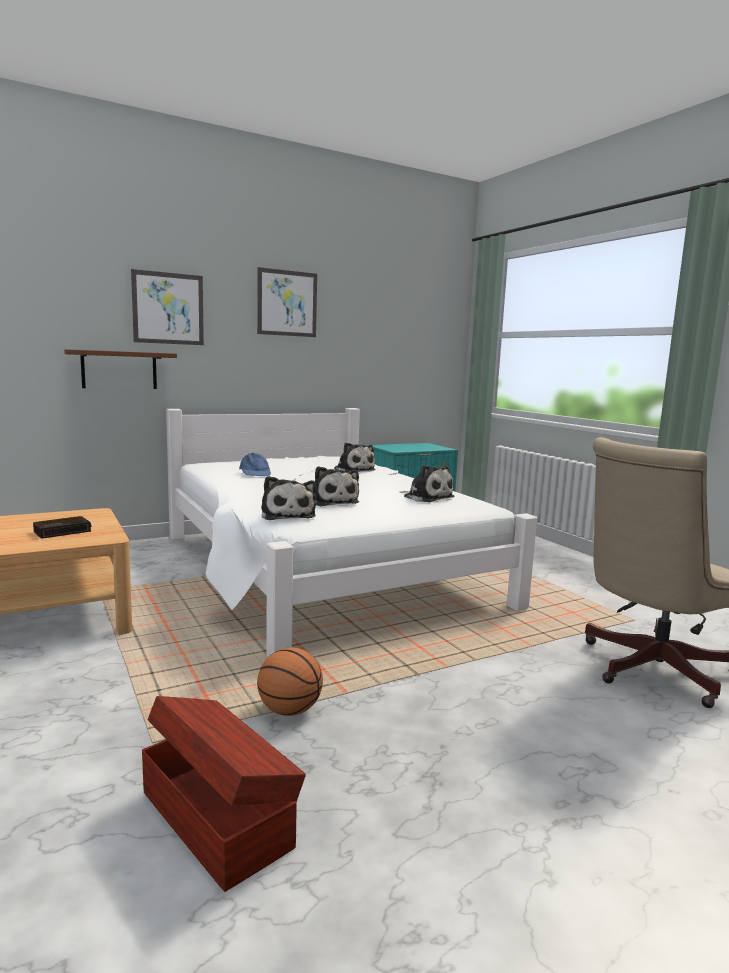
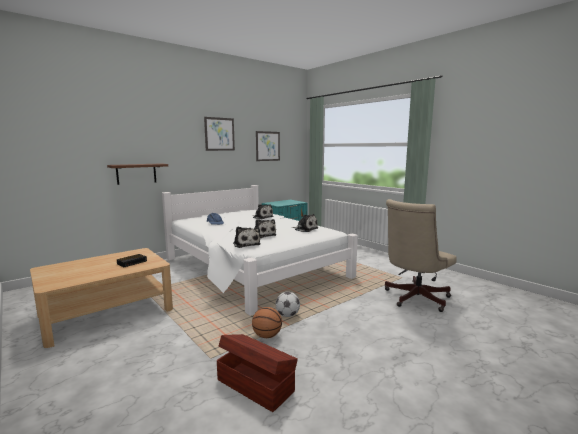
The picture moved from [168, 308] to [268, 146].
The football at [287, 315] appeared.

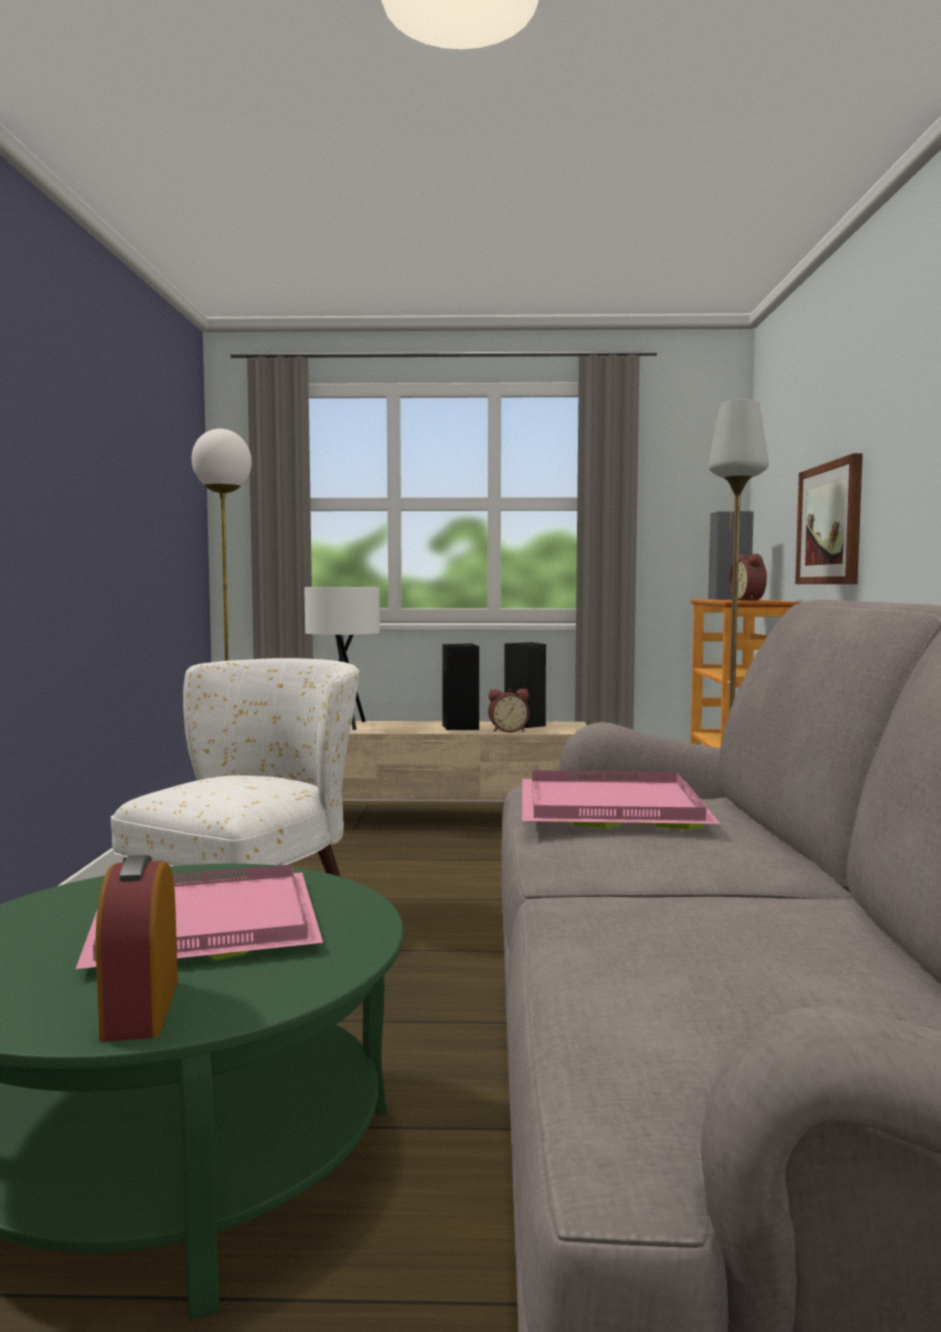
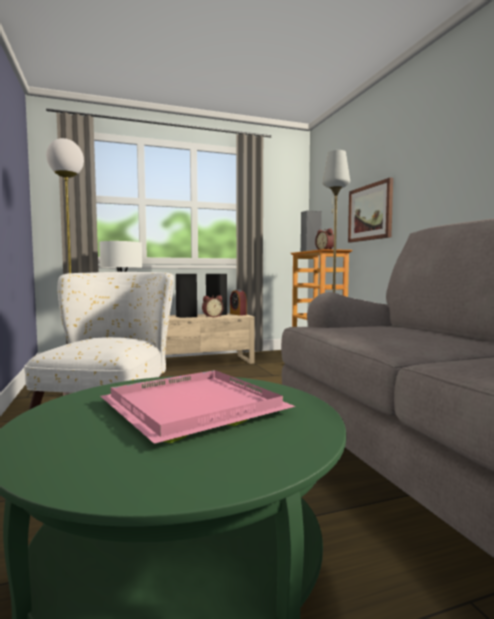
The tray (pink) at [614, 808] disappeared.
The alarm clock moved from [141, 1009] to [238, 314].

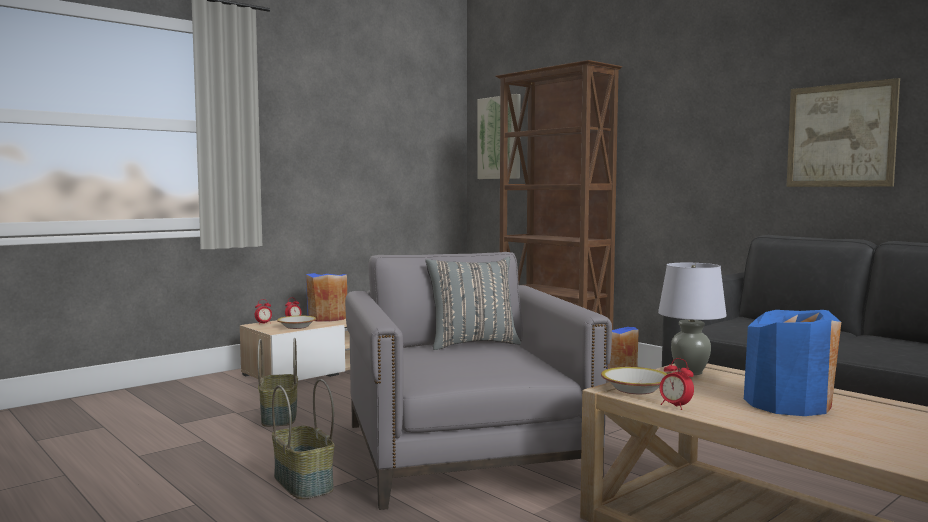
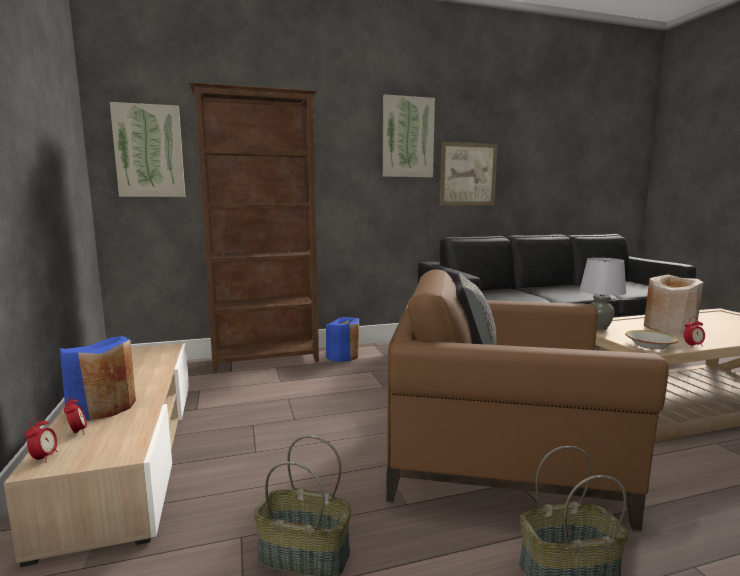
The armchair (grey) at [464, 453] became the armchair (brown) at [499, 455].
The vase (blue) at [788, 403] became the vase (beige) at [669, 328].
The bowl at [296, 326] disappeared.
The picture at [407, 137] appeared.

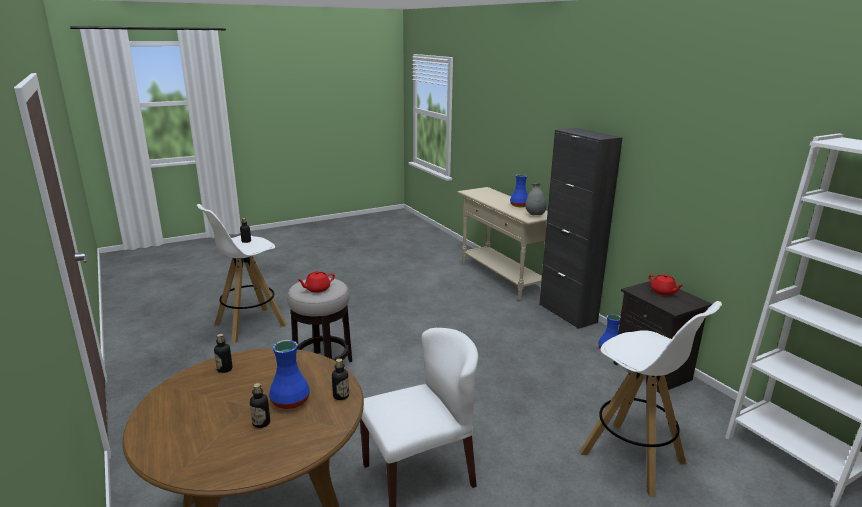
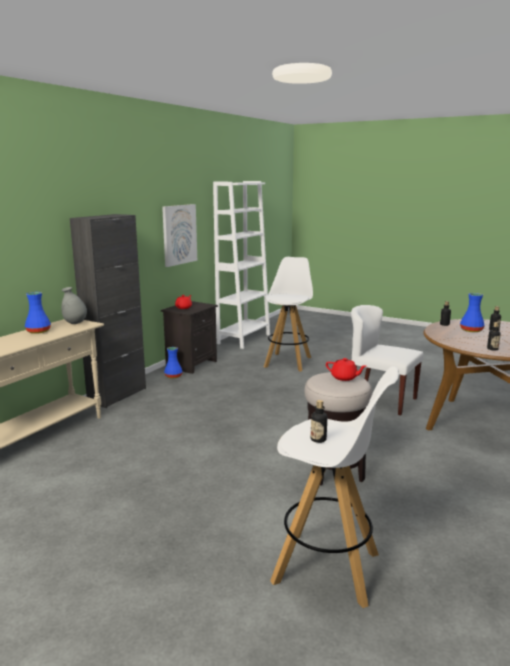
The picture at [179, 234] appeared.

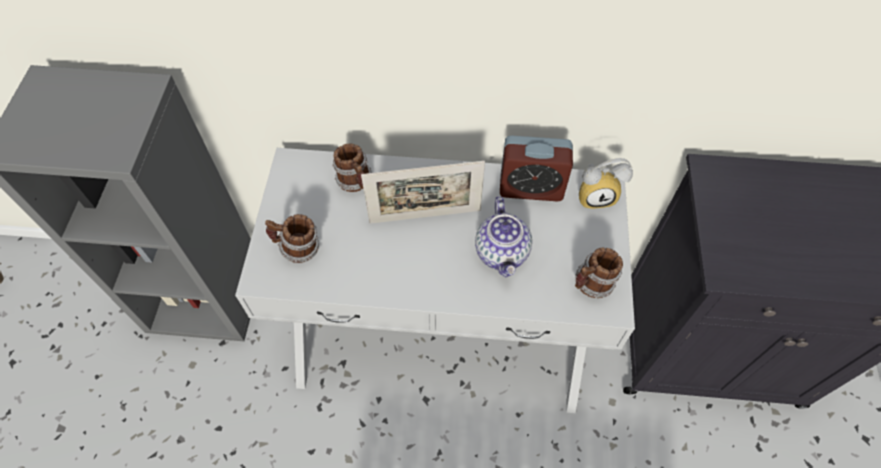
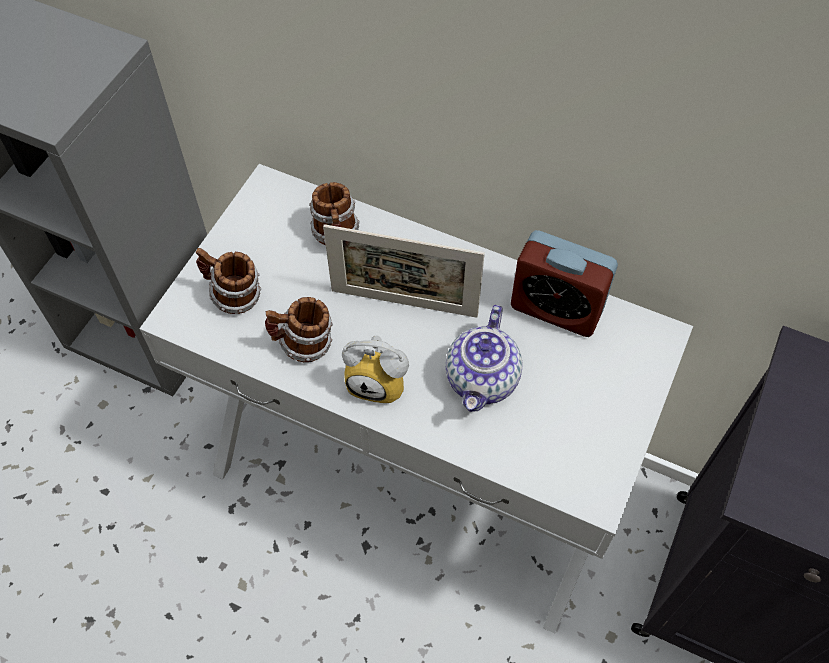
The alarm clock moved from [596, 195] to [379, 382].
The mug moved from [591, 285] to [303, 345].

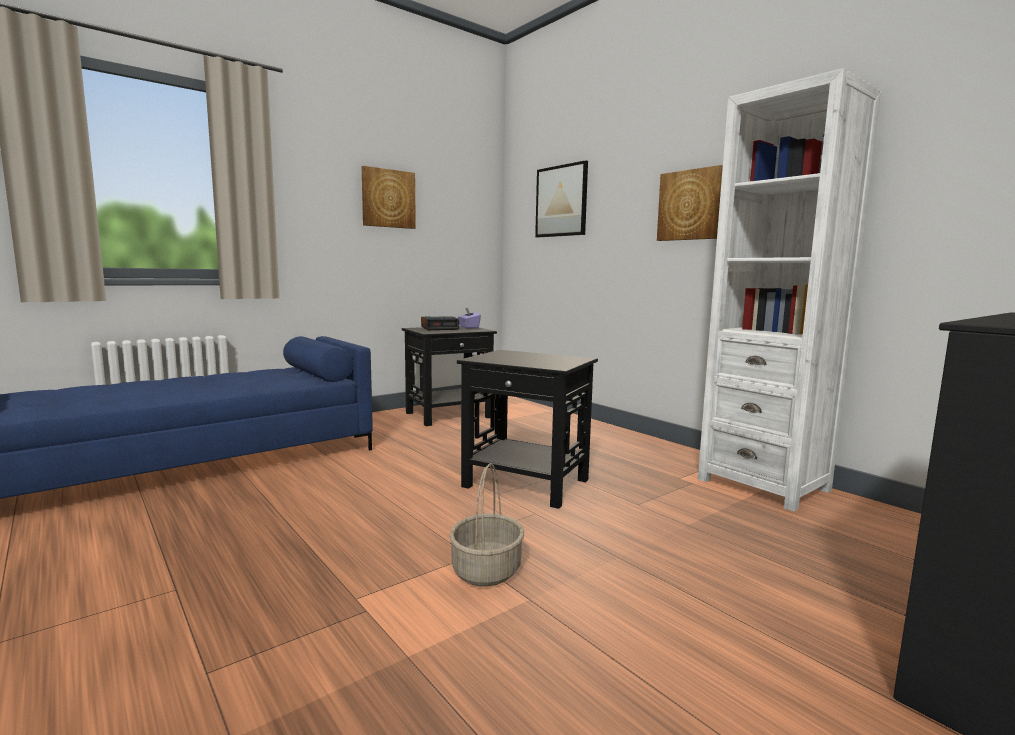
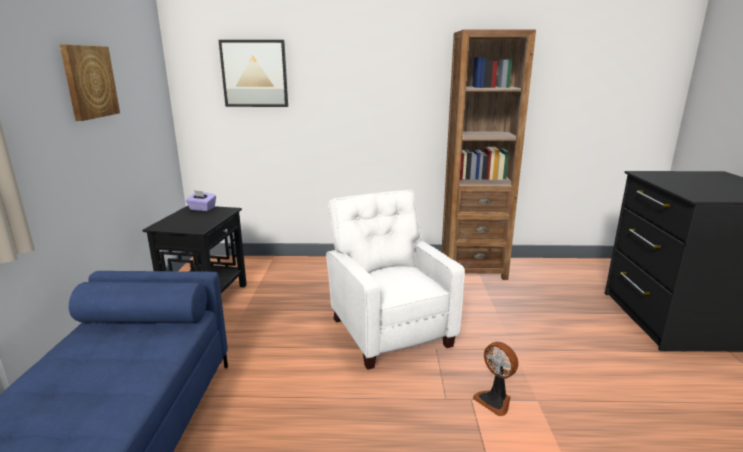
The bookcase (white) at [763, 484] became the bookcase (brown) at [472, 268].
The picture at [690, 205] disappeared.
The alarm clock at [440, 328] disappeared.
The side table (black) at [527, 483] was replaced by the armchair (white) at [389, 330].
The basket at [487, 571] was replaced by the fan at [495, 400].

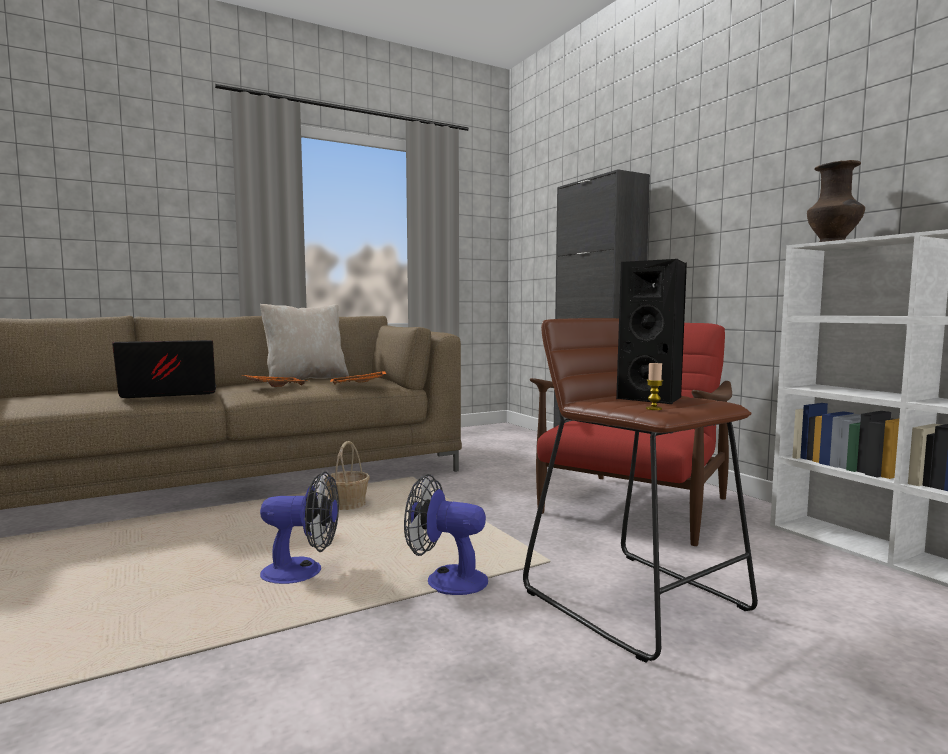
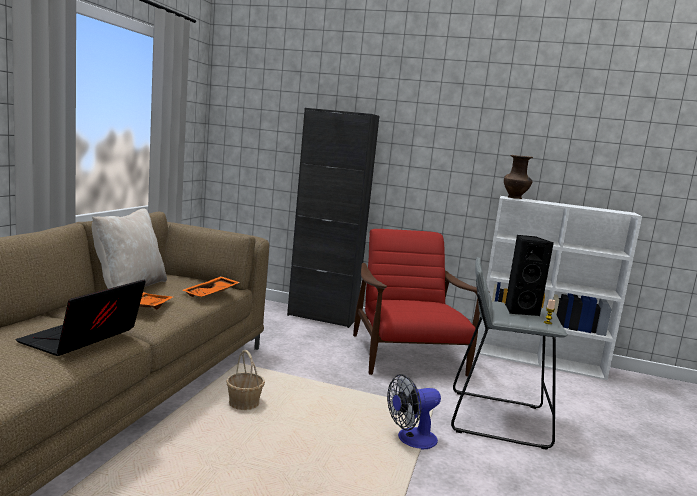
The stool (brown) at [636, 600] became the stool (grey) at [497, 418].
The fan at [302, 572] disappeared.

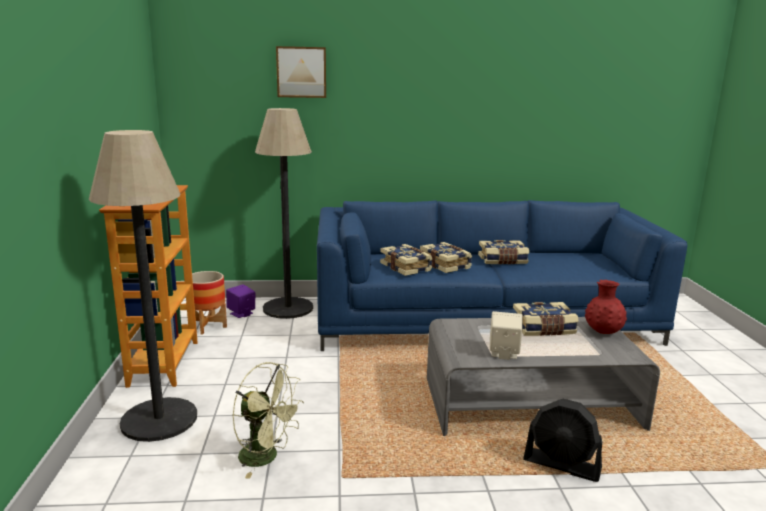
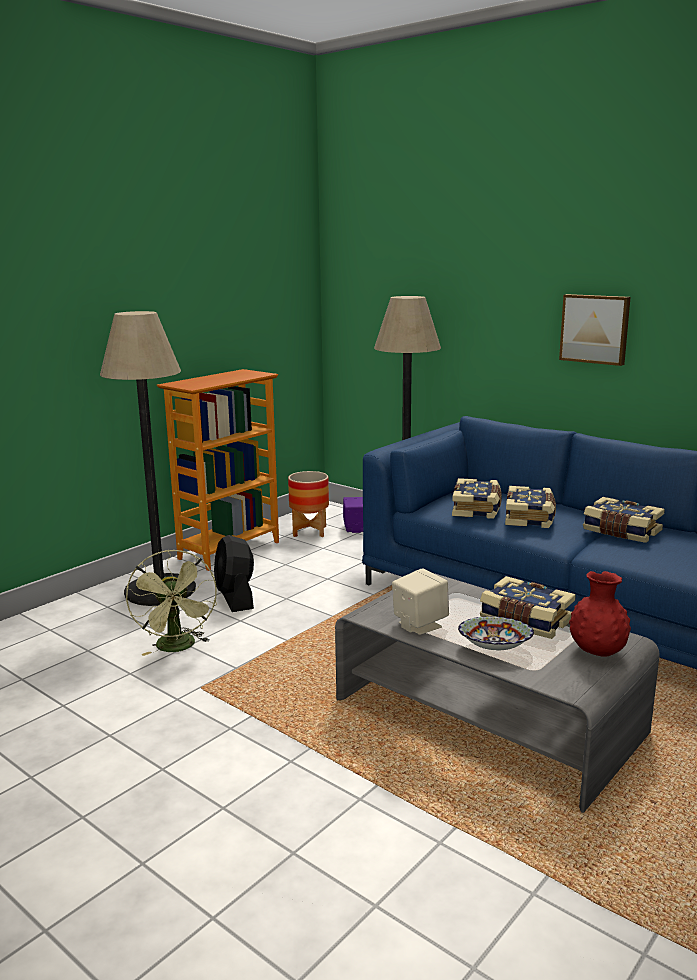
The picture moved from [301, 72] to [595, 329].
The fan (black) moved from [562, 465] to [235, 598].
The bowl at [495, 648] appeared.

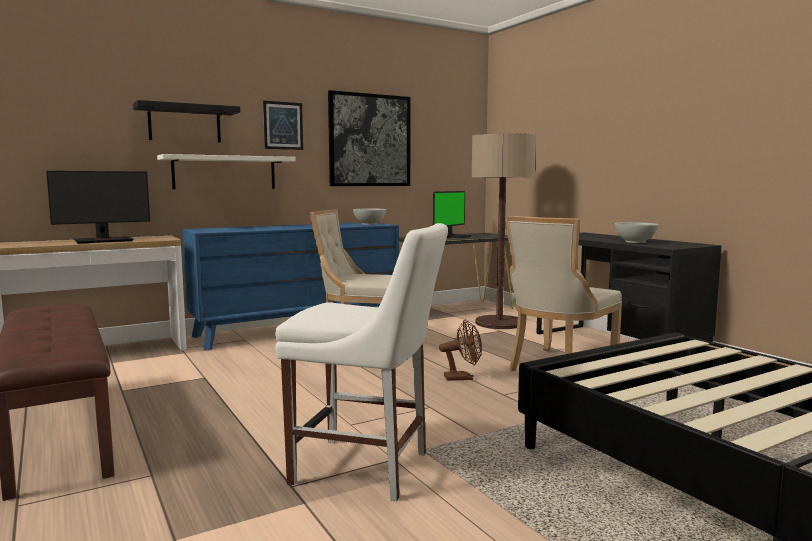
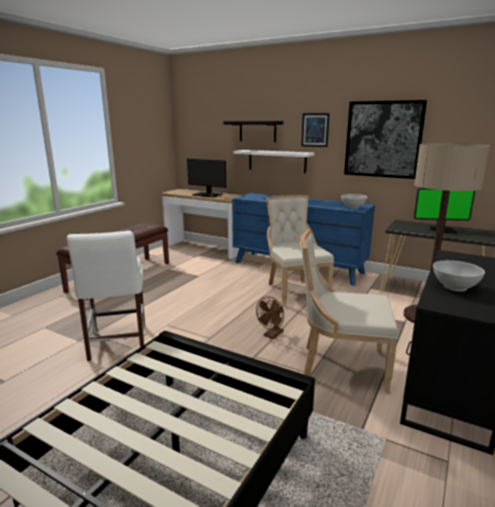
The fan (brown) at [463, 378] turned 75 degrees clockwise.

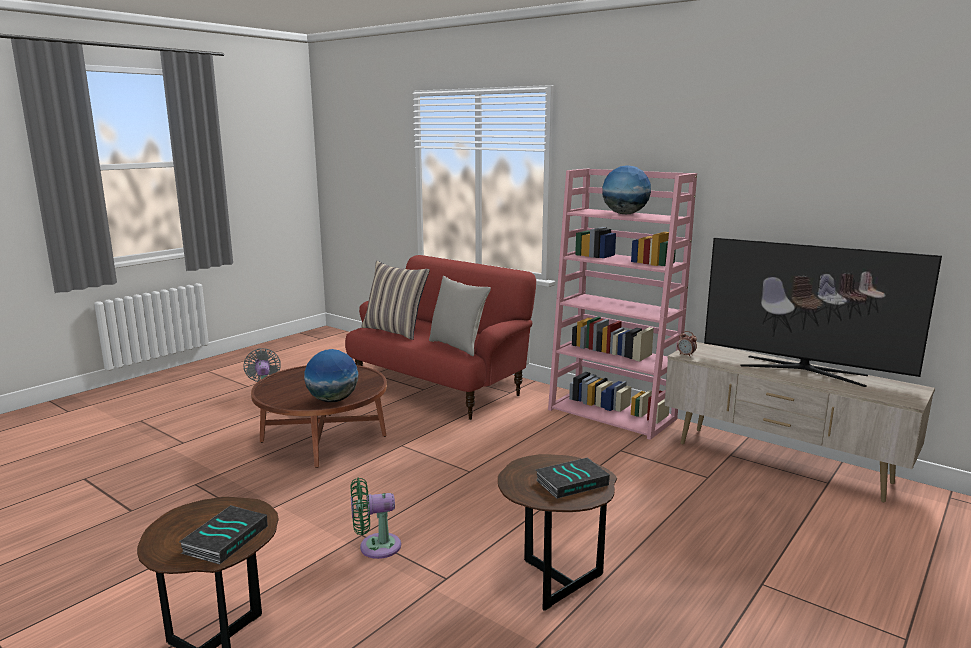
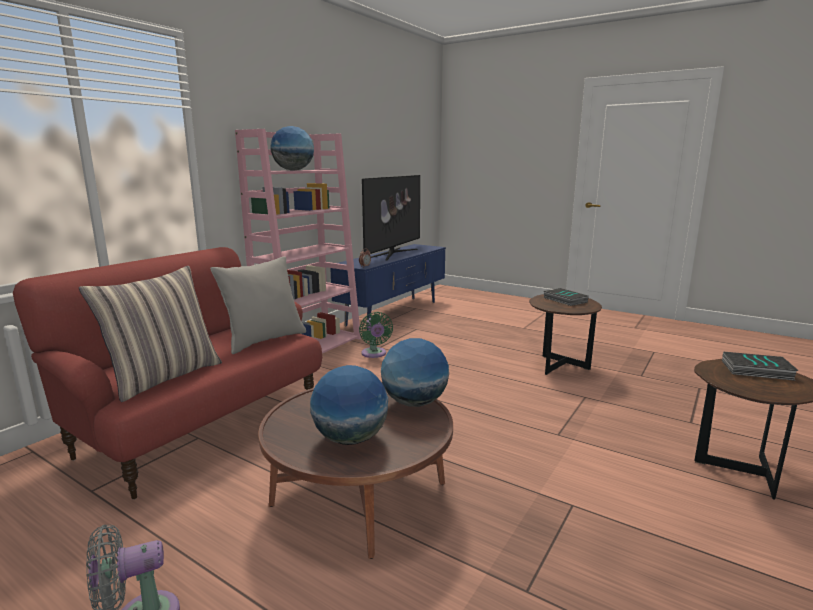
The tv stand (beige) at [780, 463] became the tv stand (blue) at [393, 313].
The fan (green) moved from [375, 547] to [374, 354].
The globe at [350, 439] appeared.

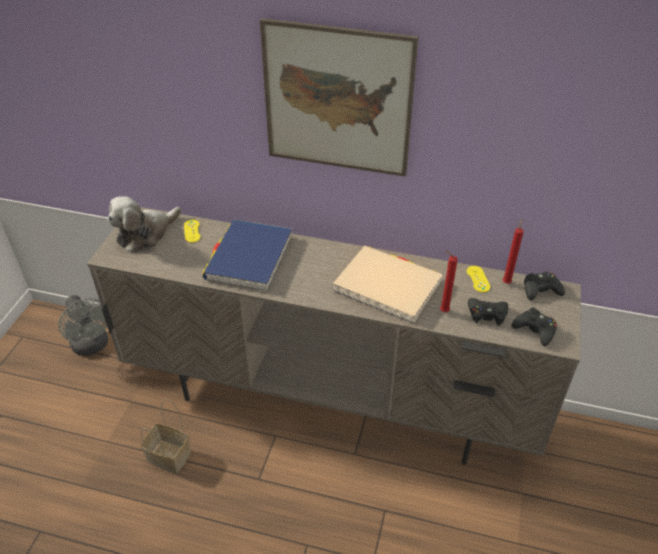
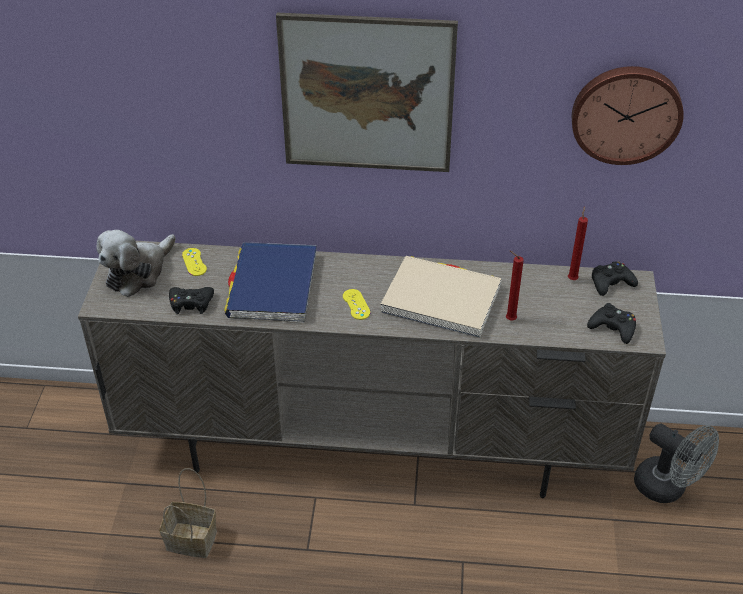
The game controller (yellow) moved from [478, 279] to [356, 304].
The fan (grey) moved from [92, 346] to [667, 488].
The game controller (black) moved from [487, 315] to [191, 303].
The wall clock at [626, 113] appeared.

